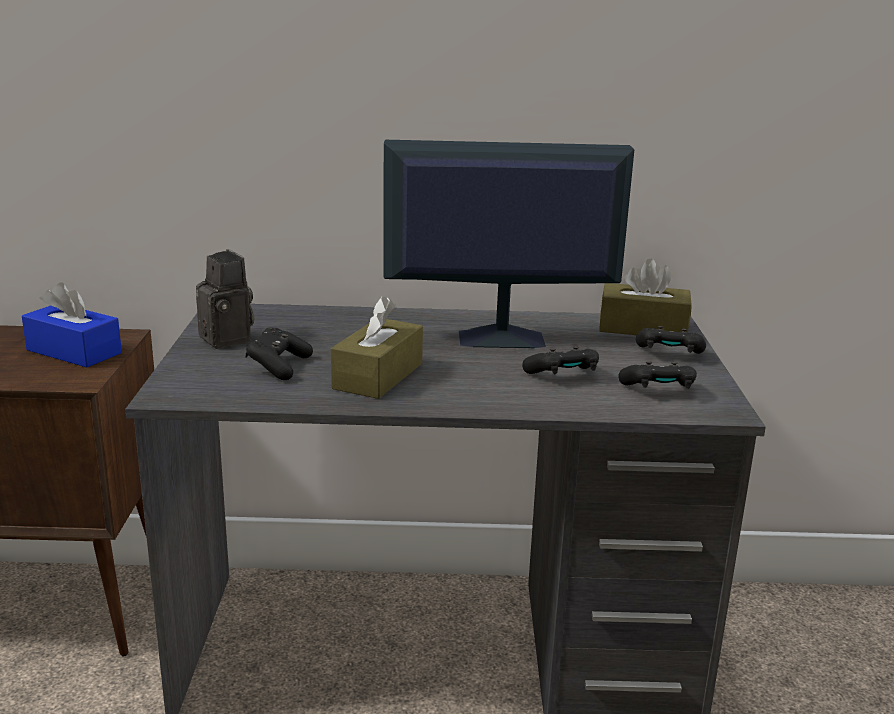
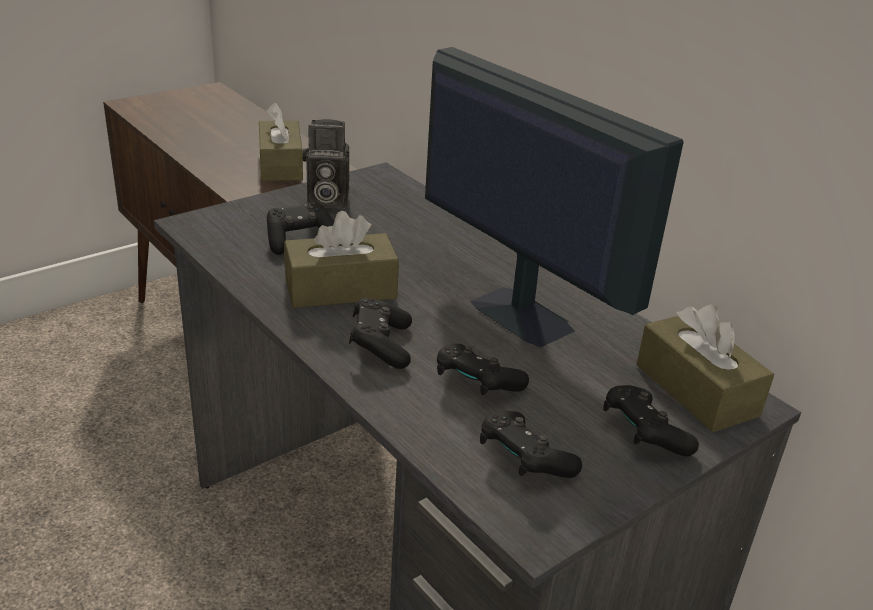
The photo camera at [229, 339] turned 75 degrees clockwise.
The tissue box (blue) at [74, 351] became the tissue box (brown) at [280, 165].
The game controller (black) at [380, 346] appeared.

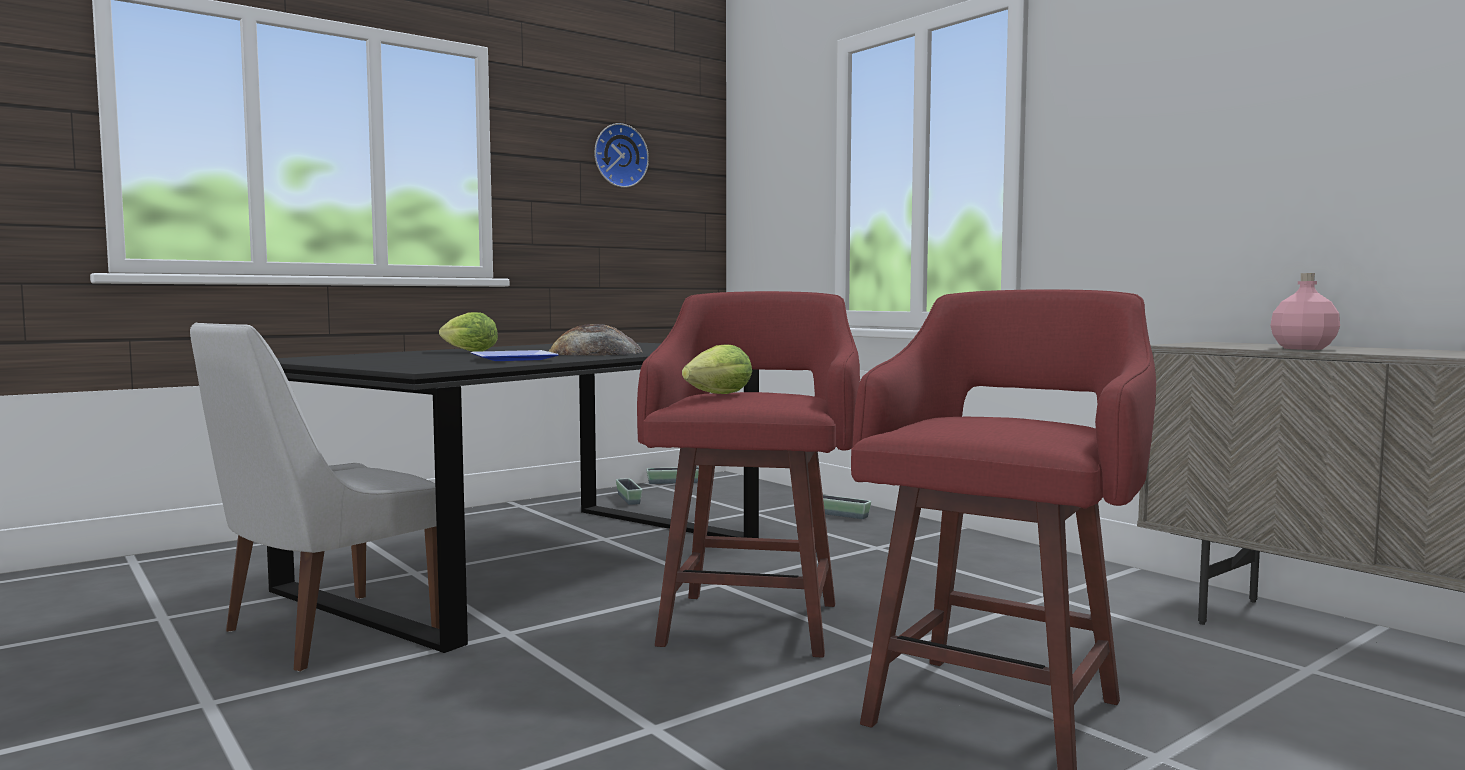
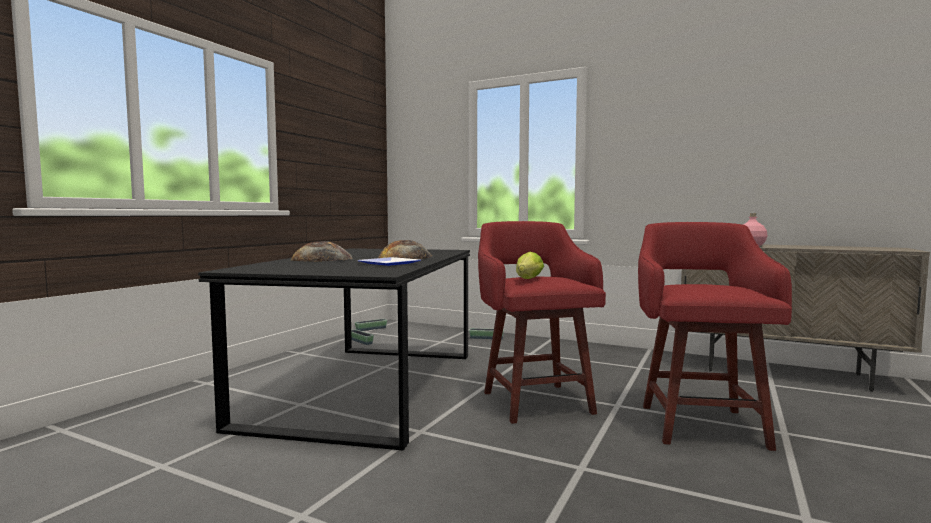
The wall clock at [619, 156] disappeared.
The lettuce at [466, 351] was replaced by the bread at [322, 259].
The chair (white) at [324, 632] disappeared.

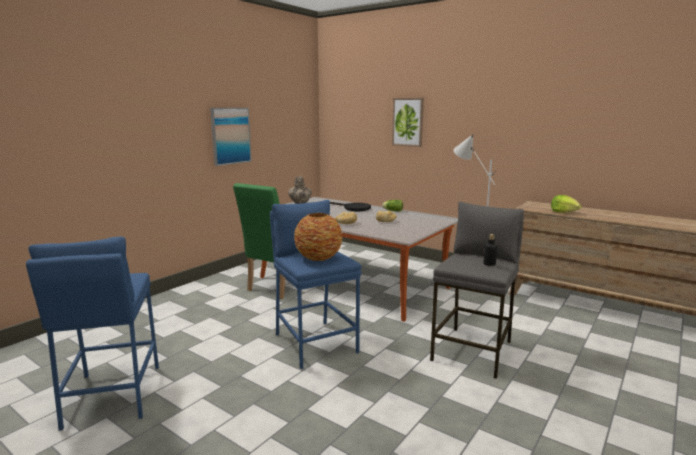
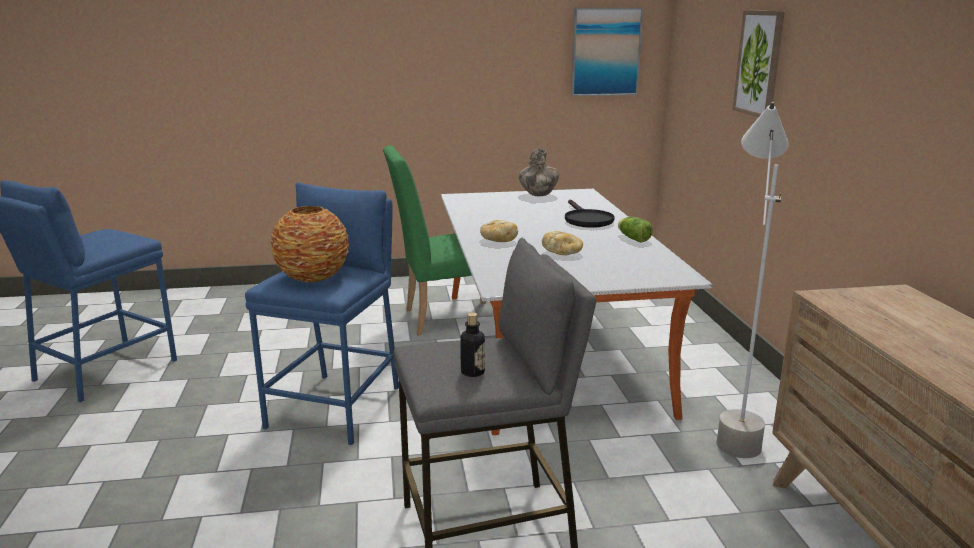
The picture moved from [230, 136] to [605, 52].
The lettuce at [564, 212] disappeared.

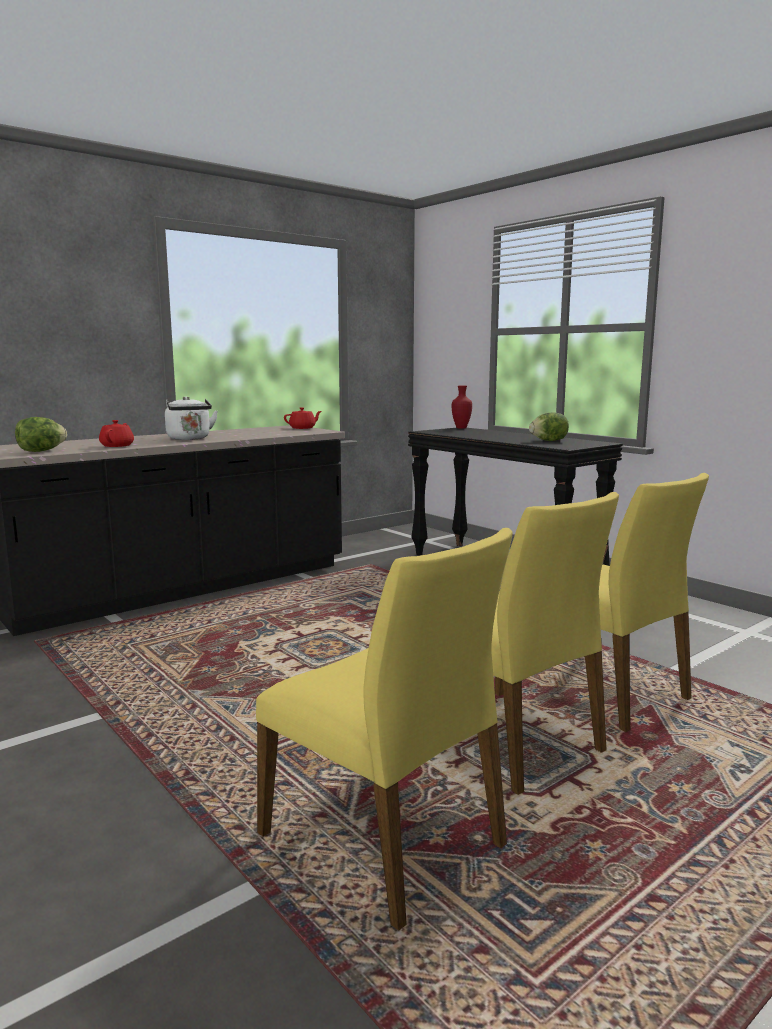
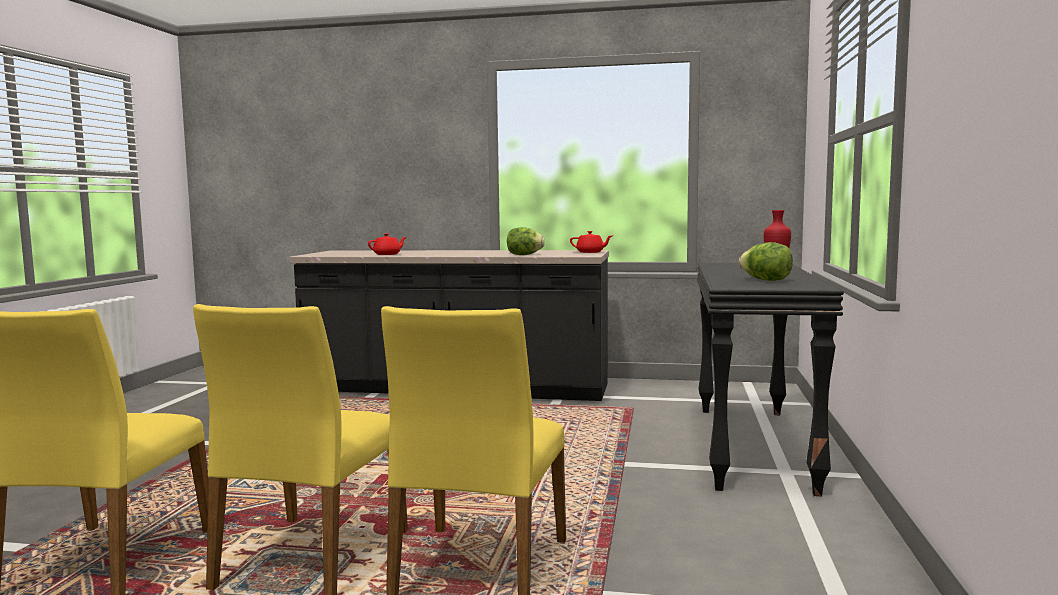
The kettle (white) at [189, 438] disappeared.
The lettuce moved from [41, 451] to [524, 255].

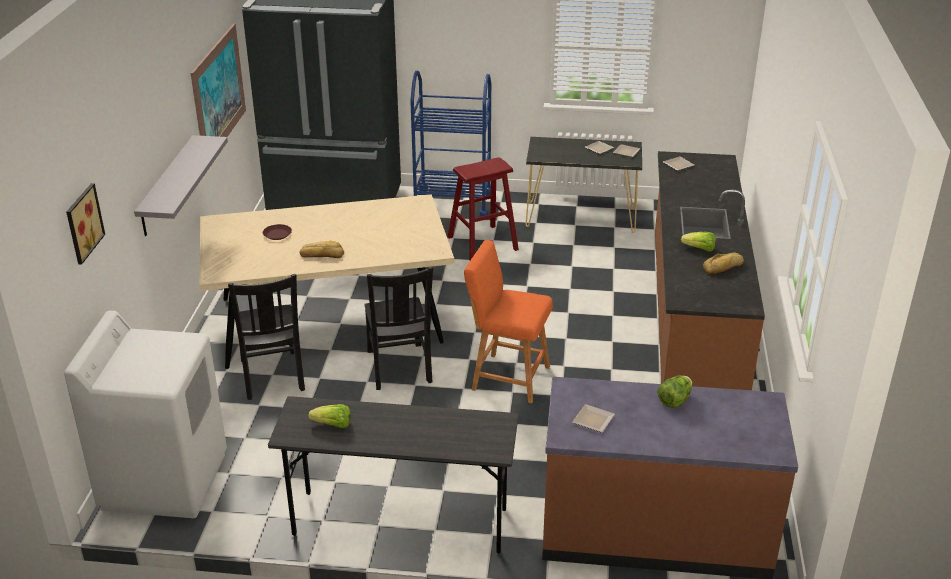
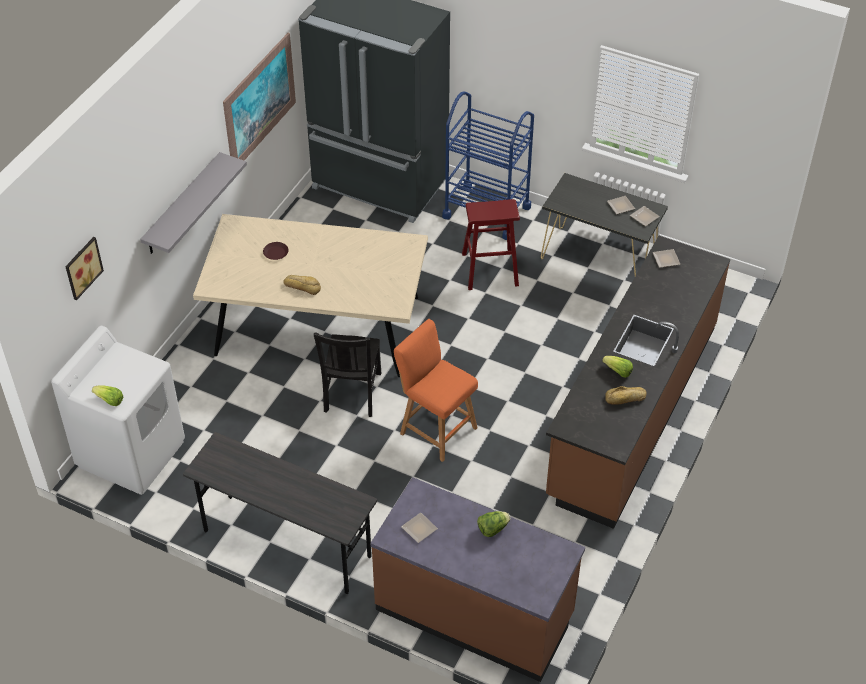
The chair (black) at [272, 376] disappeared.
The lettuce moved from [333, 425] to [109, 400].

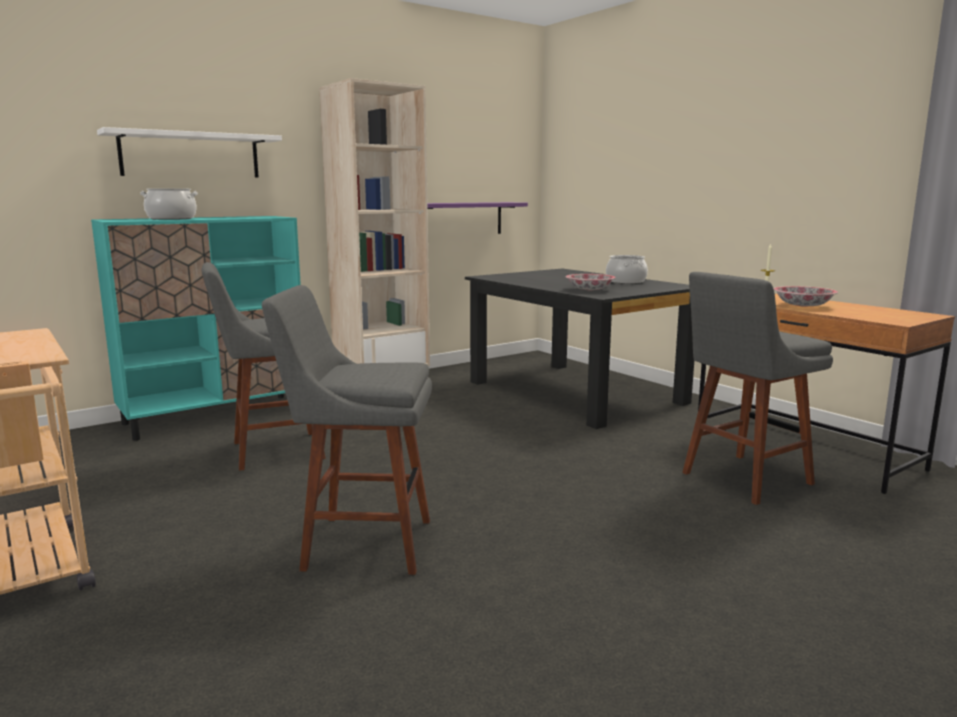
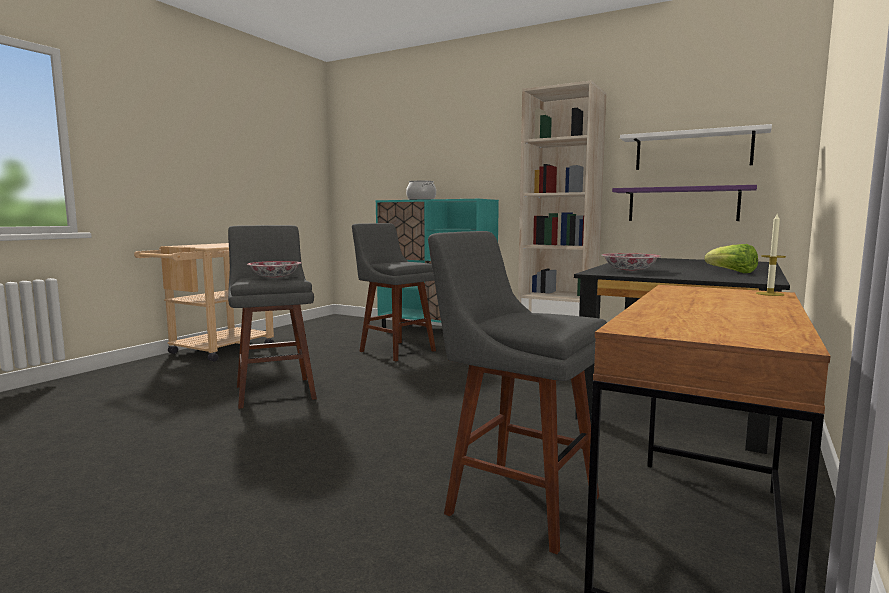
The shelf (white) moved from [191, 155] to [692, 150].
The cooking pot at [626, 281] was replaced by the lettuce at [732, 272].
The bowl moved from [803, 306] to [274, 277].

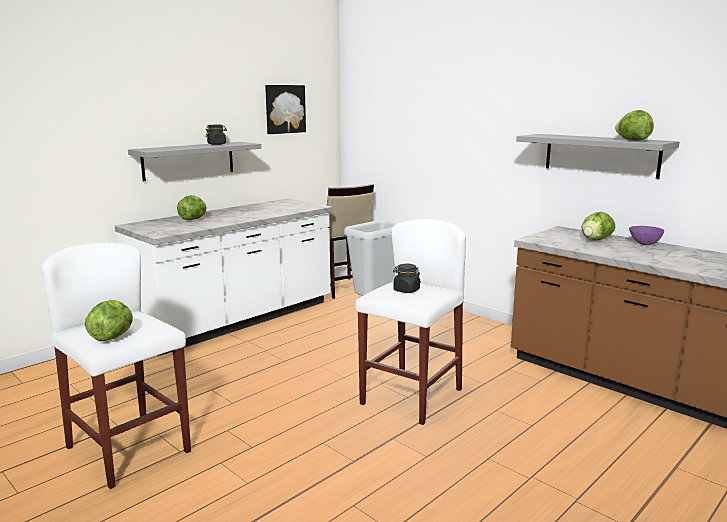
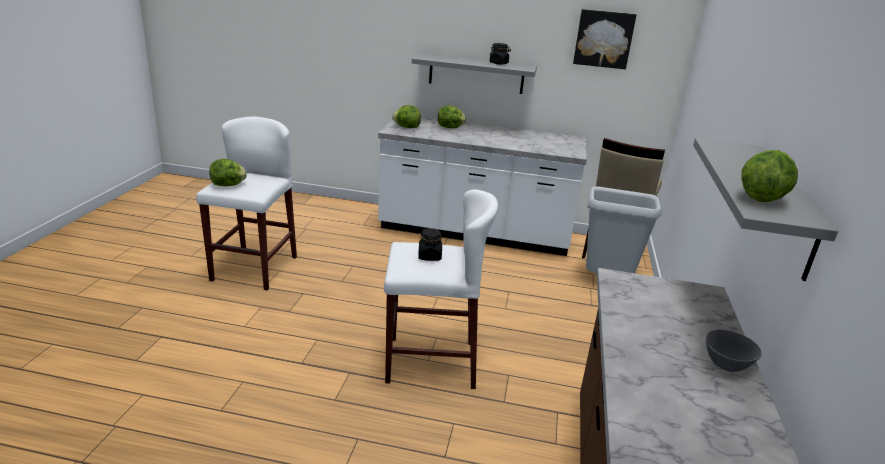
The lettuce moved from [595, 240] to [406, 127].
The bowl (purple) at [644, 244] became the bowl (grey) at [725, 365].

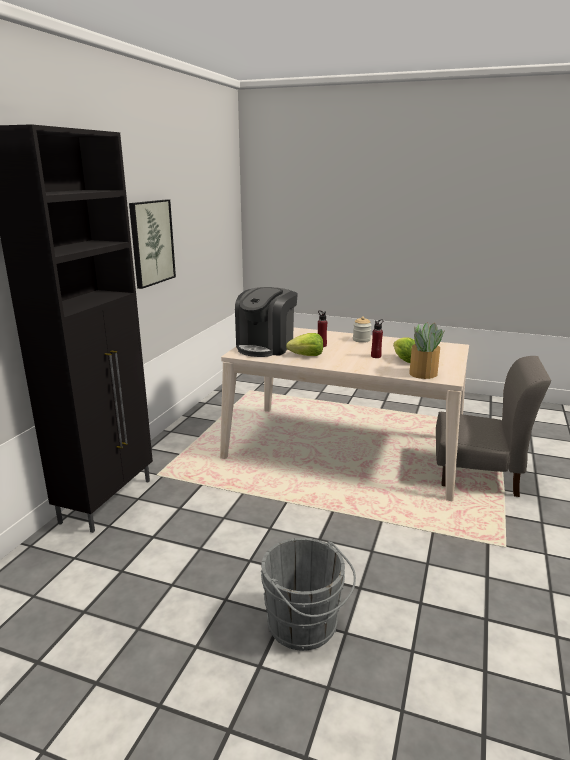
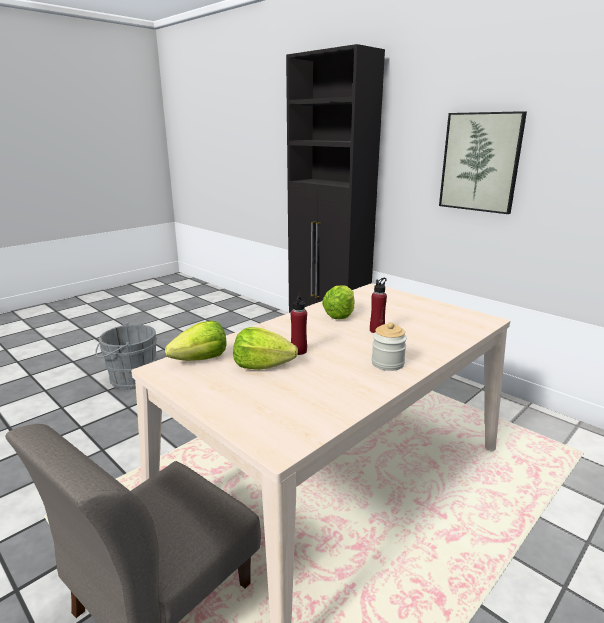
The coffee machine at [266, 347] disappeared.
The potted plant at [422, 373] was replaced by the lettuce at [201, 359].

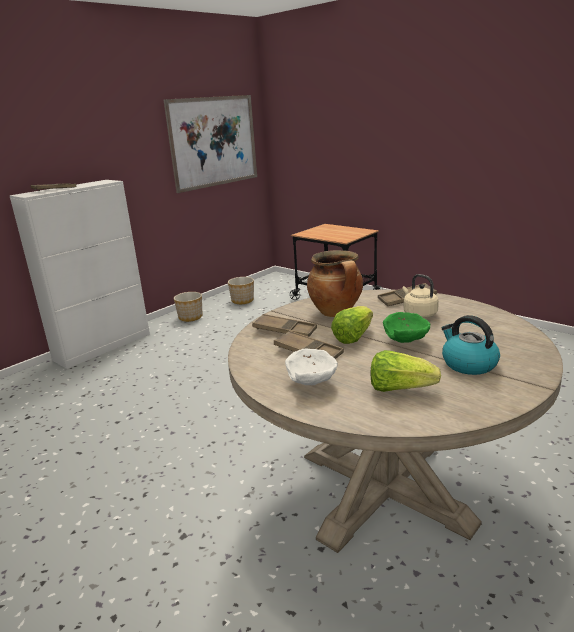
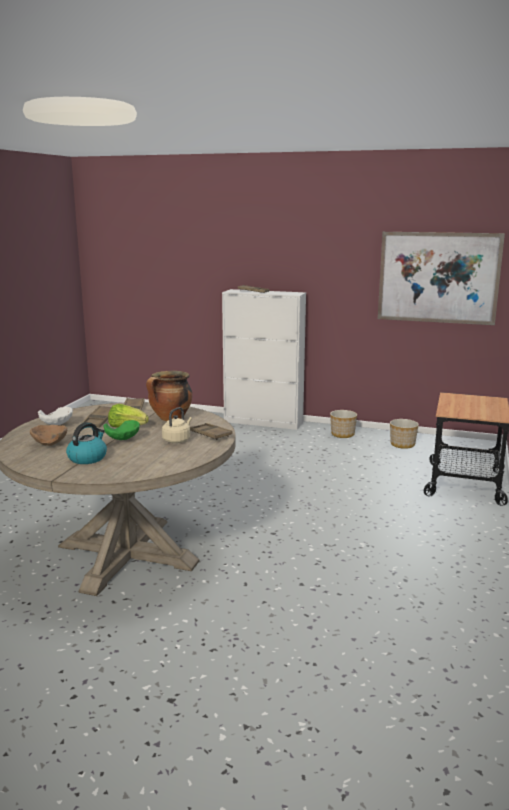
The lettuce at [399, 388] was replaced by the bowl (brown) at [50, 444].

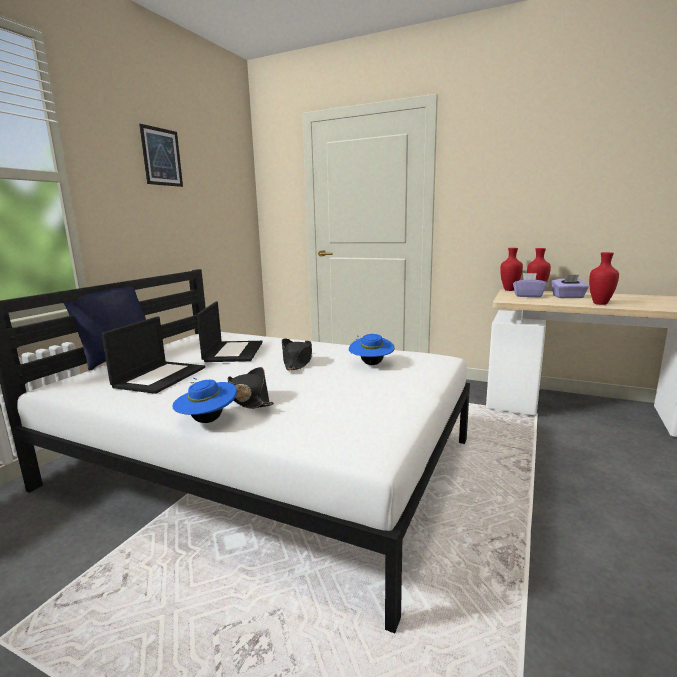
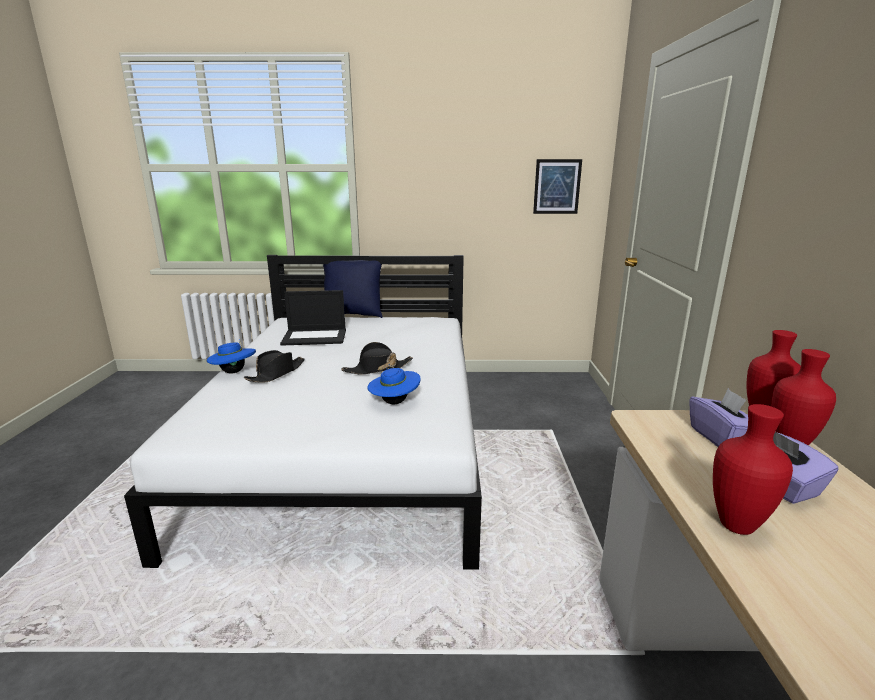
The picture moved from [161, 157] to [557, 186].
The laptop at [233, 351] disappeared.

